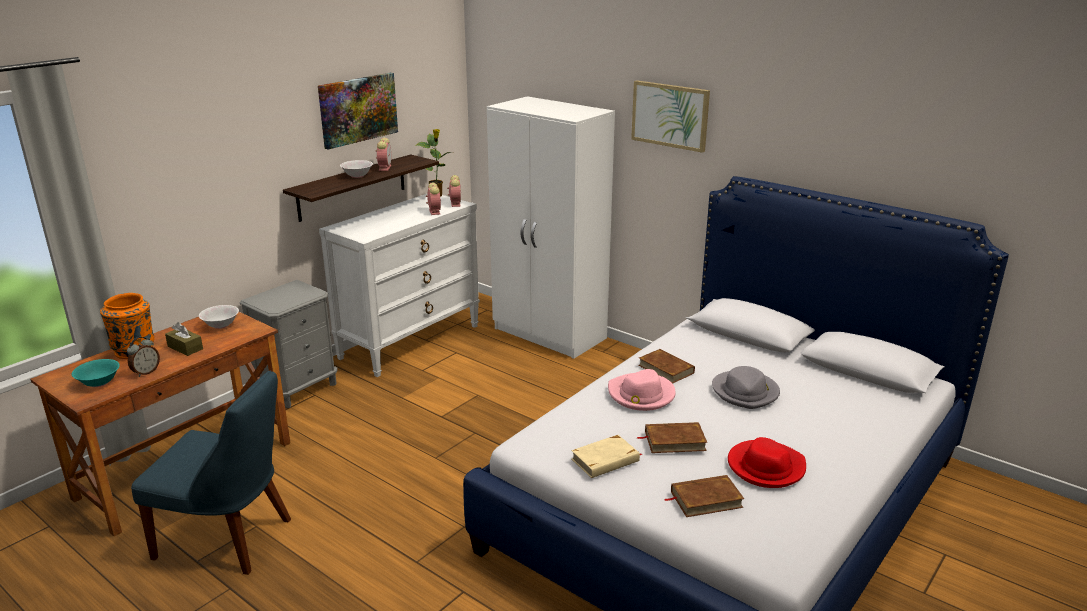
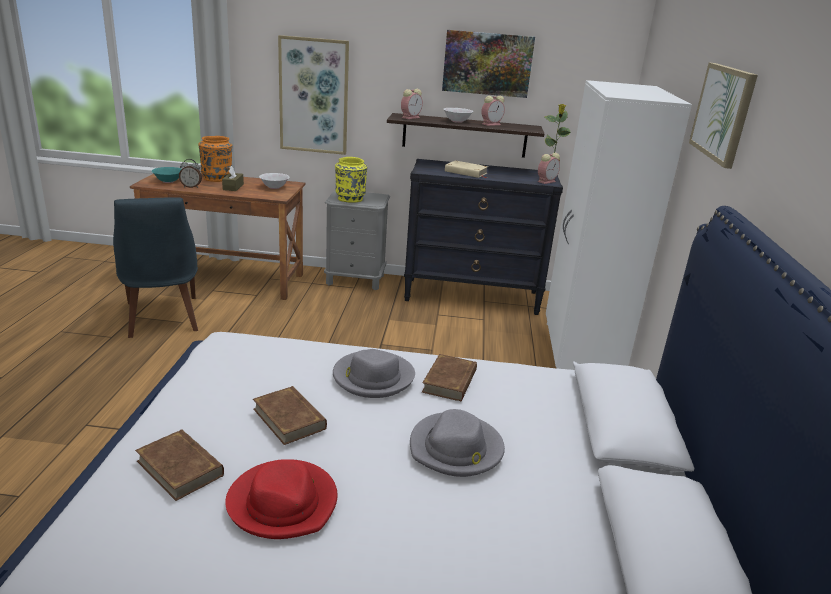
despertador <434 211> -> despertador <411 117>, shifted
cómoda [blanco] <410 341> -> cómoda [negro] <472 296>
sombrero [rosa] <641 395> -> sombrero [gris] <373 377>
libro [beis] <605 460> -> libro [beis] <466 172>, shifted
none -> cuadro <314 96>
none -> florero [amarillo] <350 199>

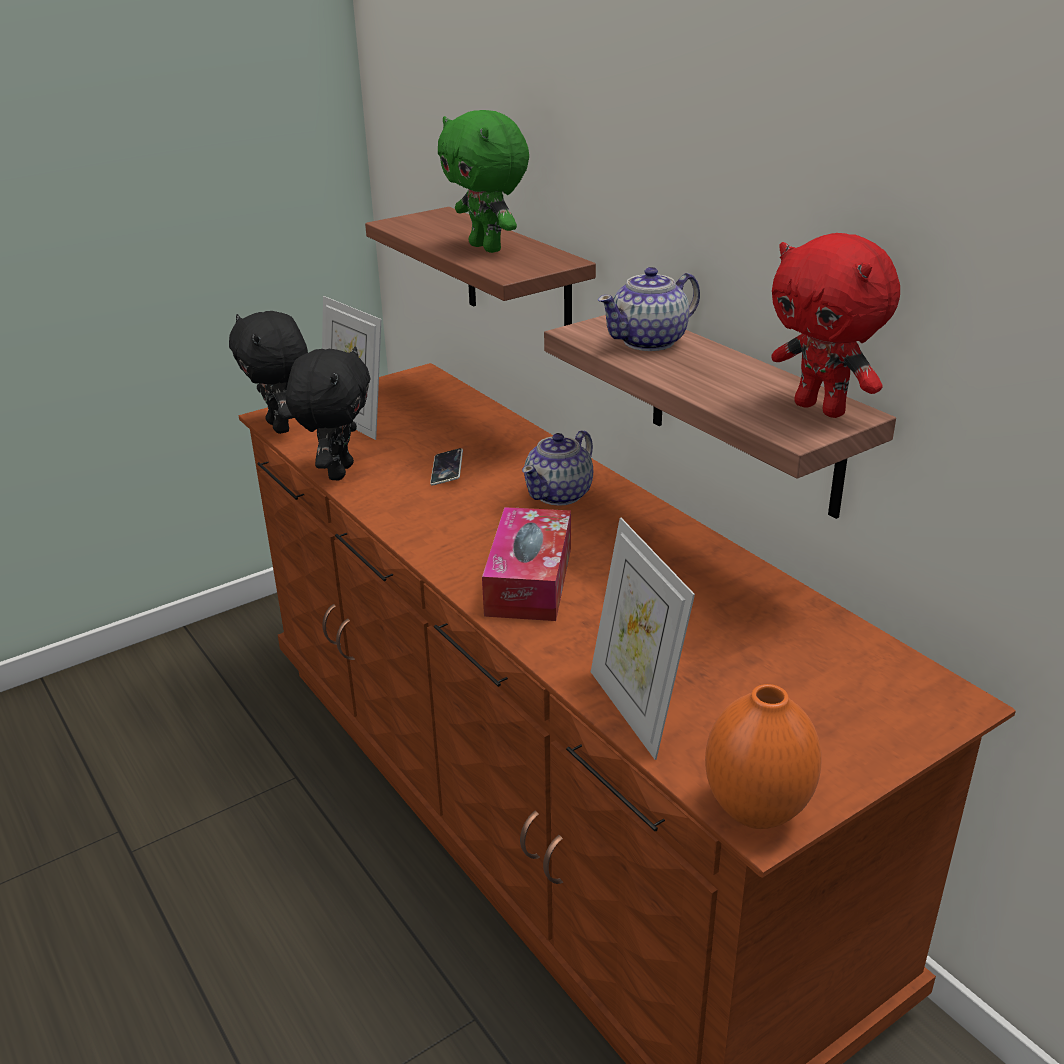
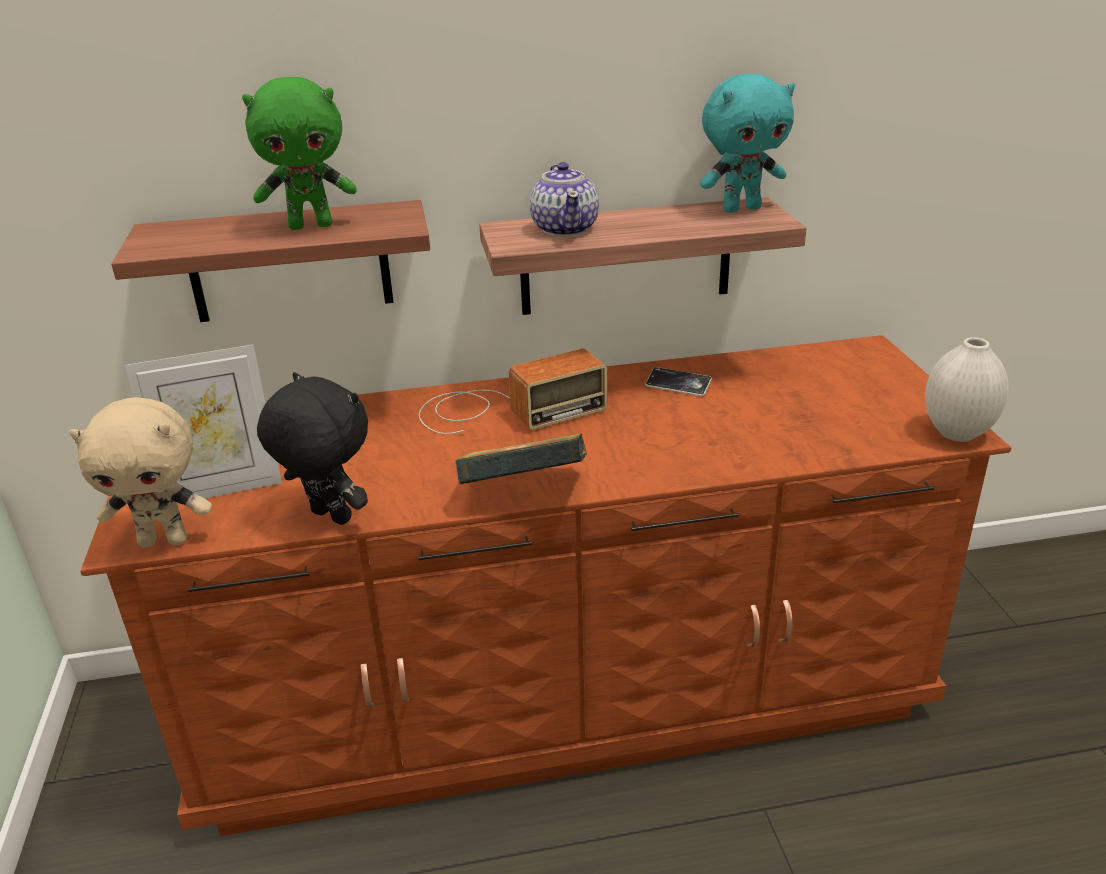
peluche [rojo] <822 409> -> peluche [turquesa] <741 209>
peluche [negro] <281 427> -> peluche [beis] <165 540>
tetera <560 494> -> radio <504 410>
móvil <447 470> -> móvil <678 385>, shifted
caja de pañuelos <529 580> -> none
portarretratos <635 709> -> none
florero [naranja] <757 811> -> florero [blanco] <956 433>
none -> libro <524 492>

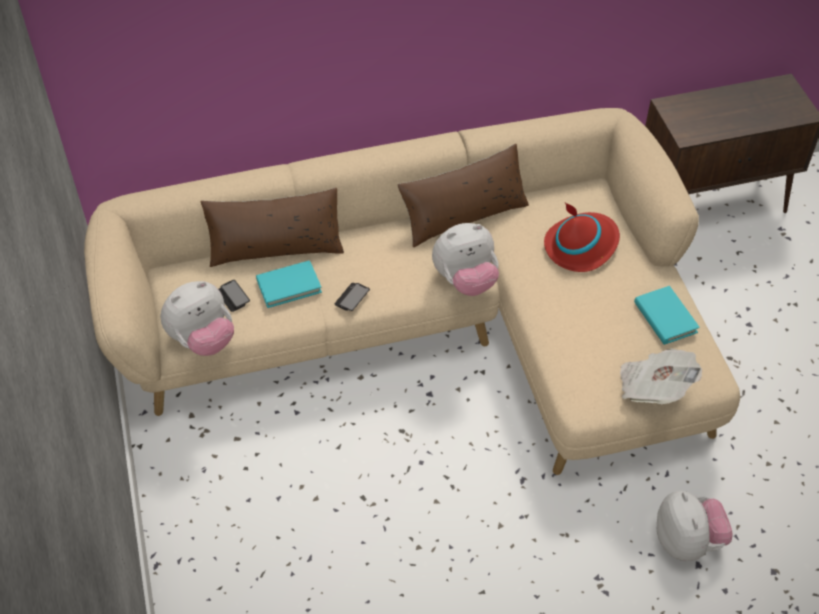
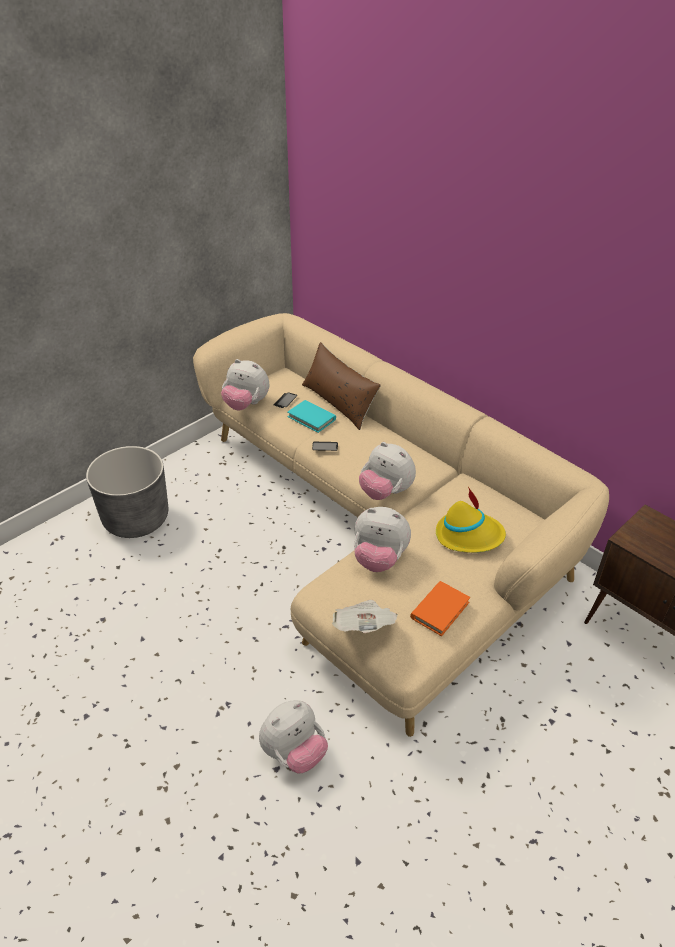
cojín [marrón] <463 215> -> none
sombrero [rojo] <581 245> -> sombrero [amarillo] <469 535>
libro [turquesa] <665 318> -> libro [naranja] <439 610>
none -> maceta [gris] <136 518>
none -> peluche <379 559>

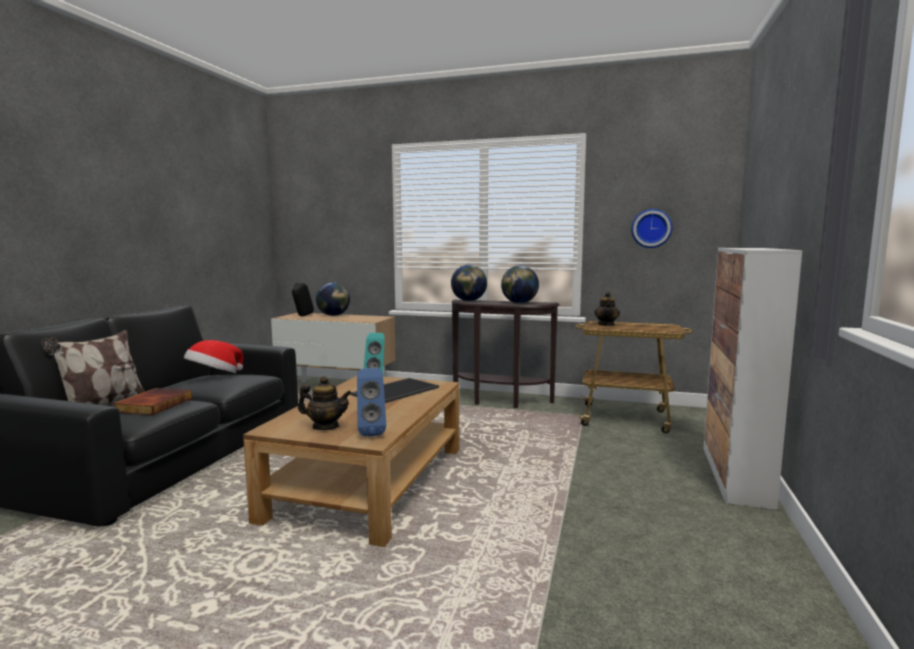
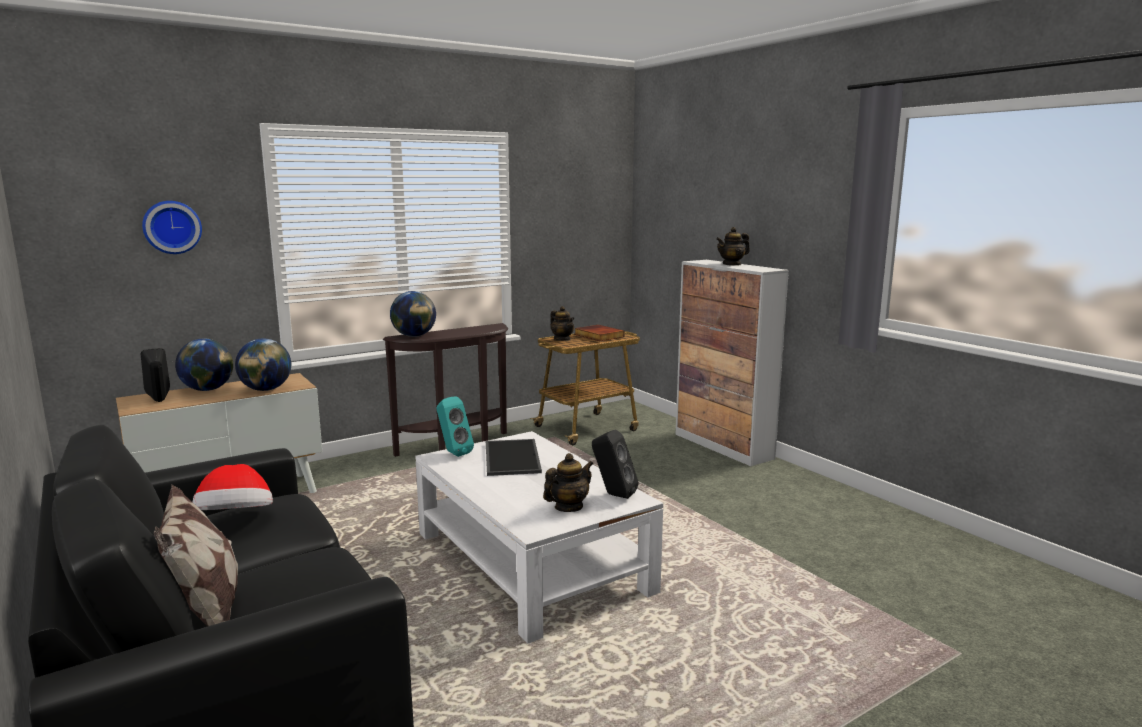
reloj de pared <651 228> -> reloj de pared <172 227>, shifted
globo terráqueo <519 303> -> globo terráqueo <266 390>, shifted
altavoz [azul] <371 432> -> altavoz [negro] <613 495>
mesa de centro [marrón] <370 481> -> mesa de centro [blanco] <530 561>
libro <153 404> -> libro <598 336>, shifted
none -> tetera <732 264>

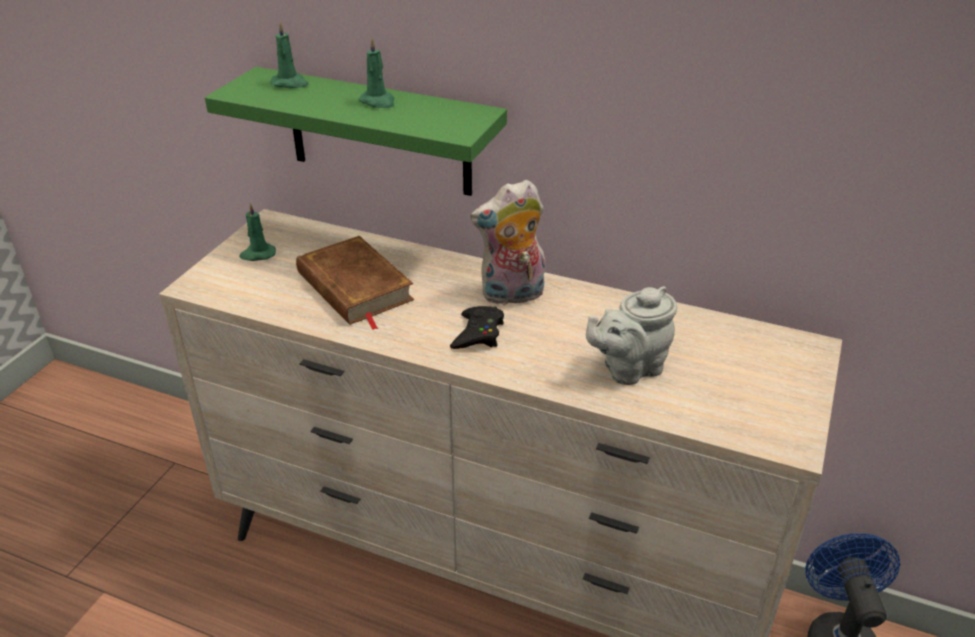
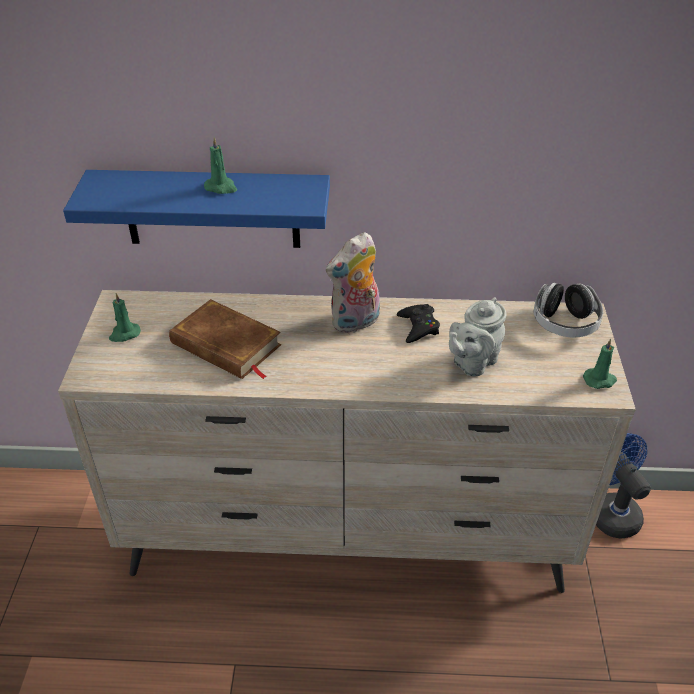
vela [verde] <290 83> -> vela [verde] <600 380>, shifted
estante [verde] <379 132> -> estante [azul] <211 209>
mando de consola [negro] <478 334> -> mando de consola [negro] <418 327>, shifted
none -> auriculares <564 324>

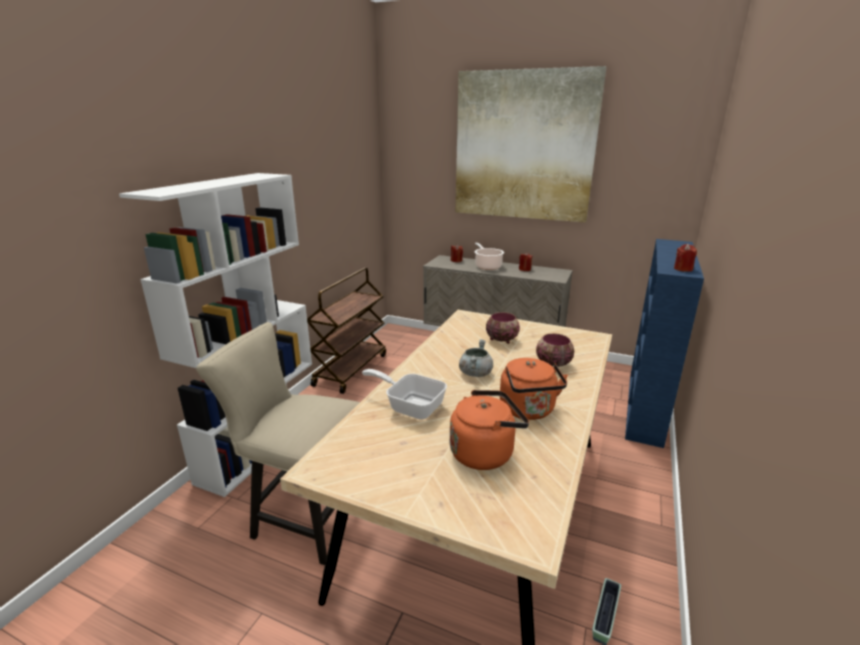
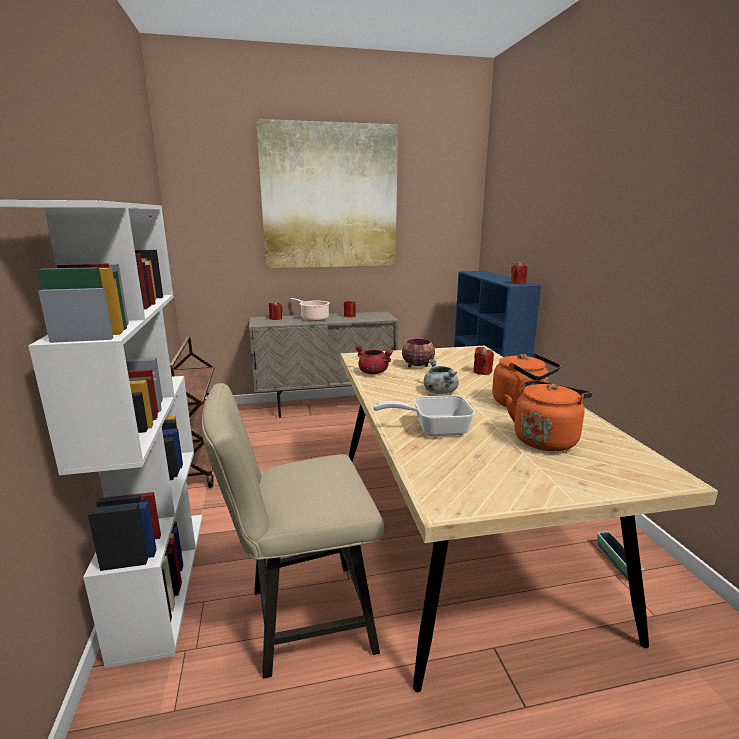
cuenco <552 364> -> vela [rojo] <482 372>
none -> olla [rojo] <372 372>

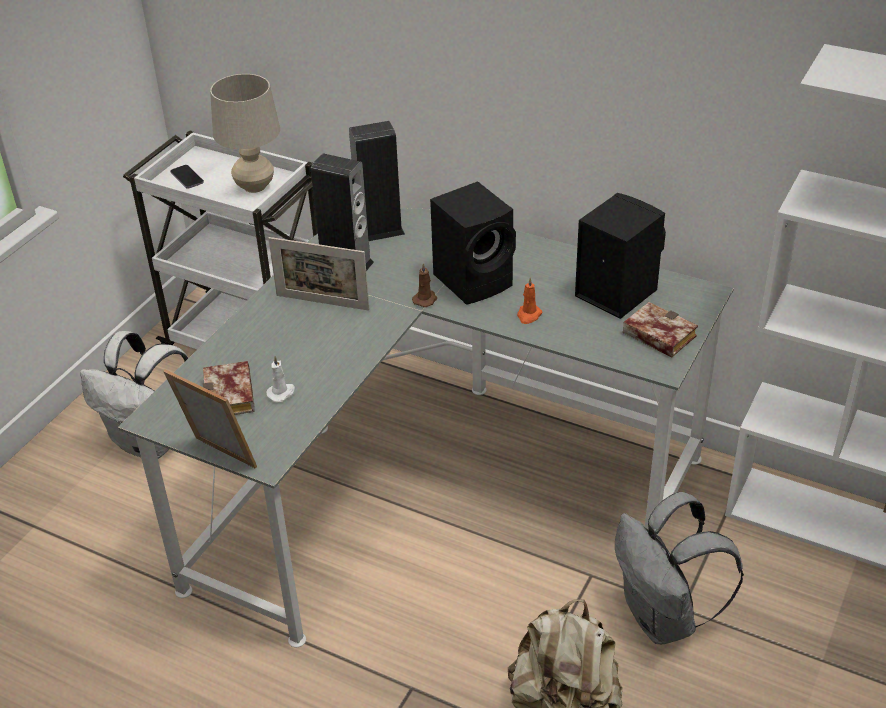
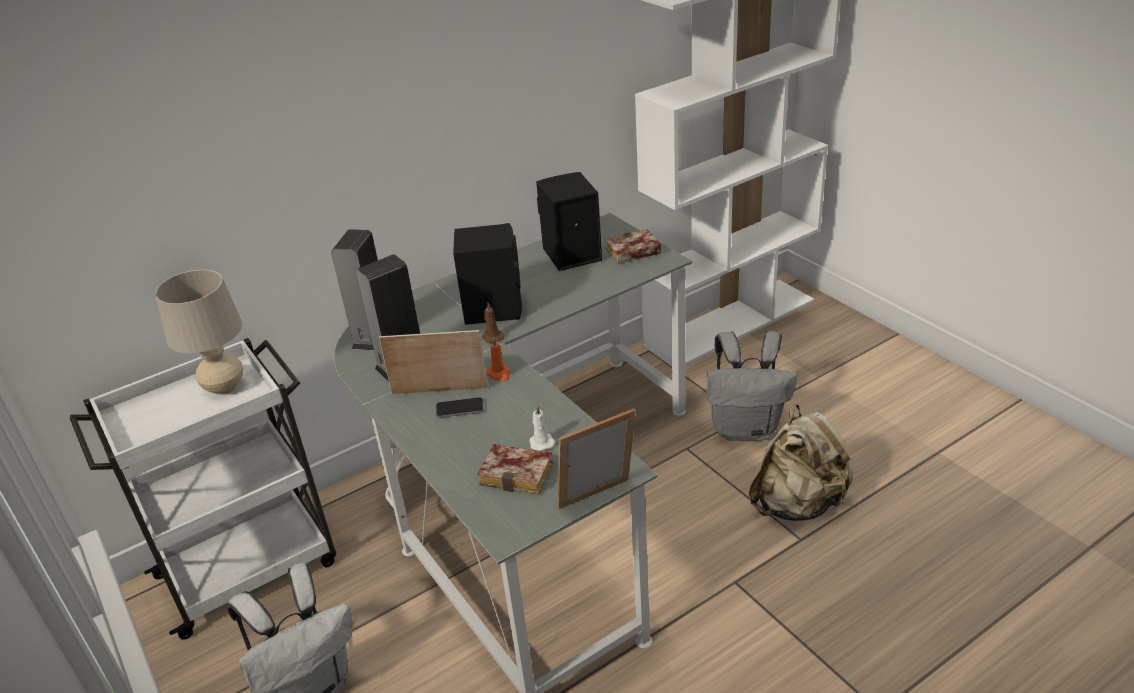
móvil <187 178> -> móvil <460 409>, shifted
portarretratos <322 302> -> portarretratos <439 391>, 135 degrees counterclockwise
vela [naranja] <528 315> -> vela [naranja] <499 374>, shifted

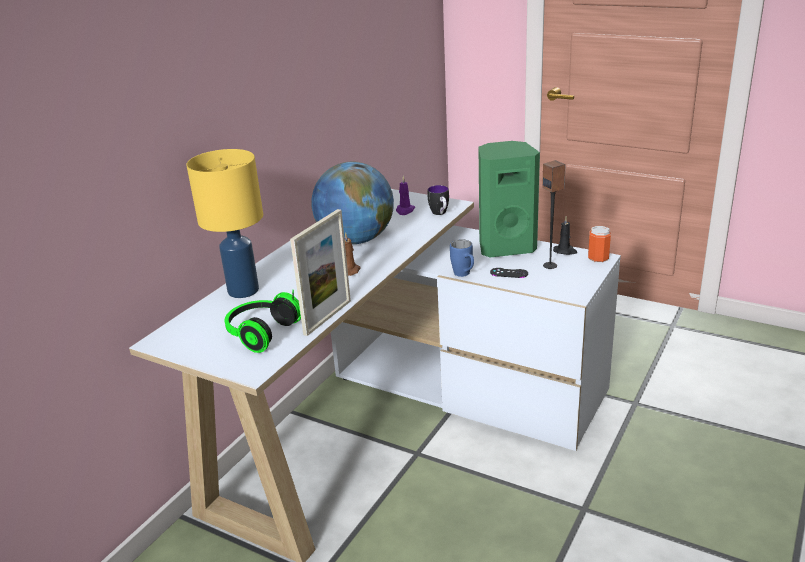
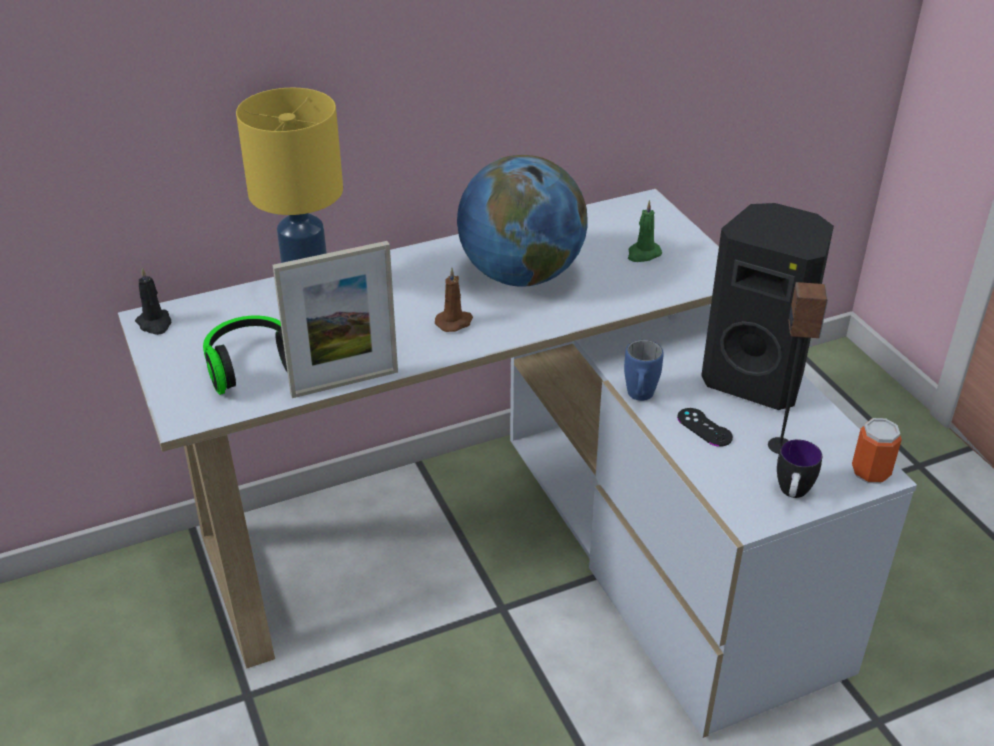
altavoz [verde] <505 247> -> altavoz [negro] <756 379>
vela [morado] <405 210> -> vela [verde] <643 254>
taza grande <440 214> -> taza grande <792 494>, shifted
vela [negro] <565 251> -> vela [negro] <155 324>, shifted

